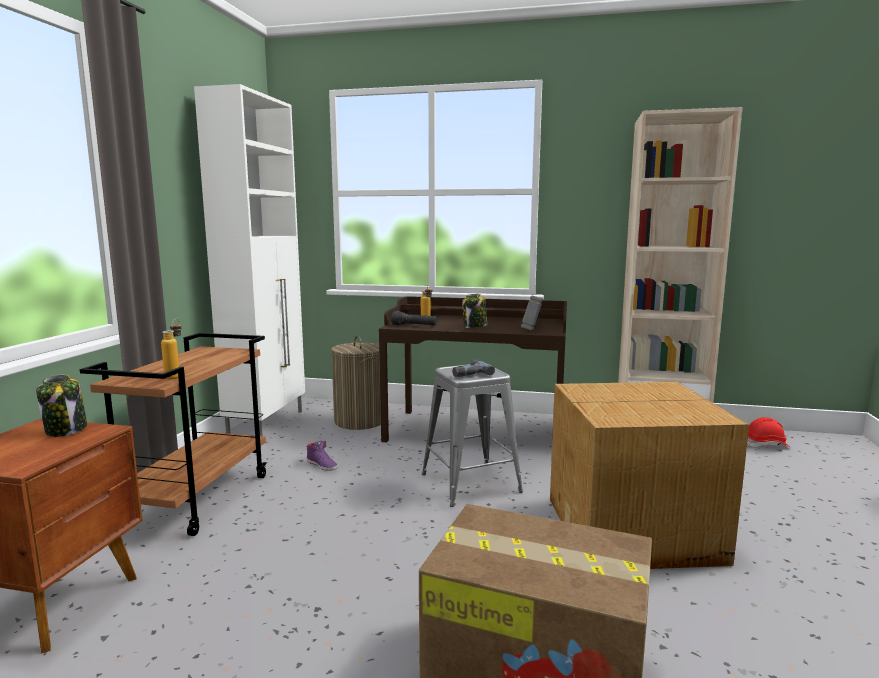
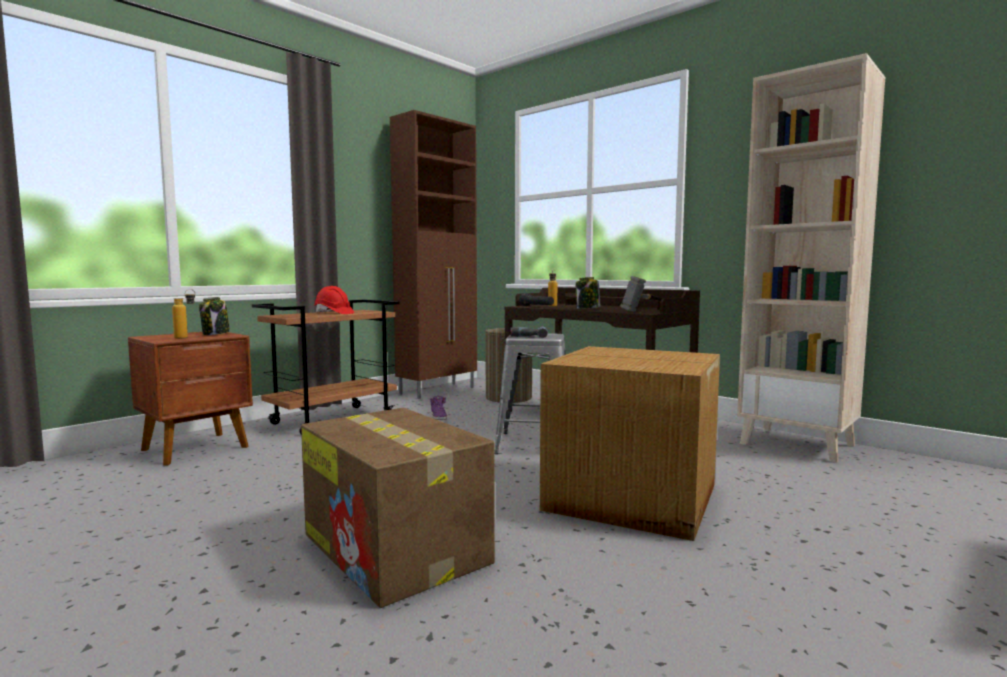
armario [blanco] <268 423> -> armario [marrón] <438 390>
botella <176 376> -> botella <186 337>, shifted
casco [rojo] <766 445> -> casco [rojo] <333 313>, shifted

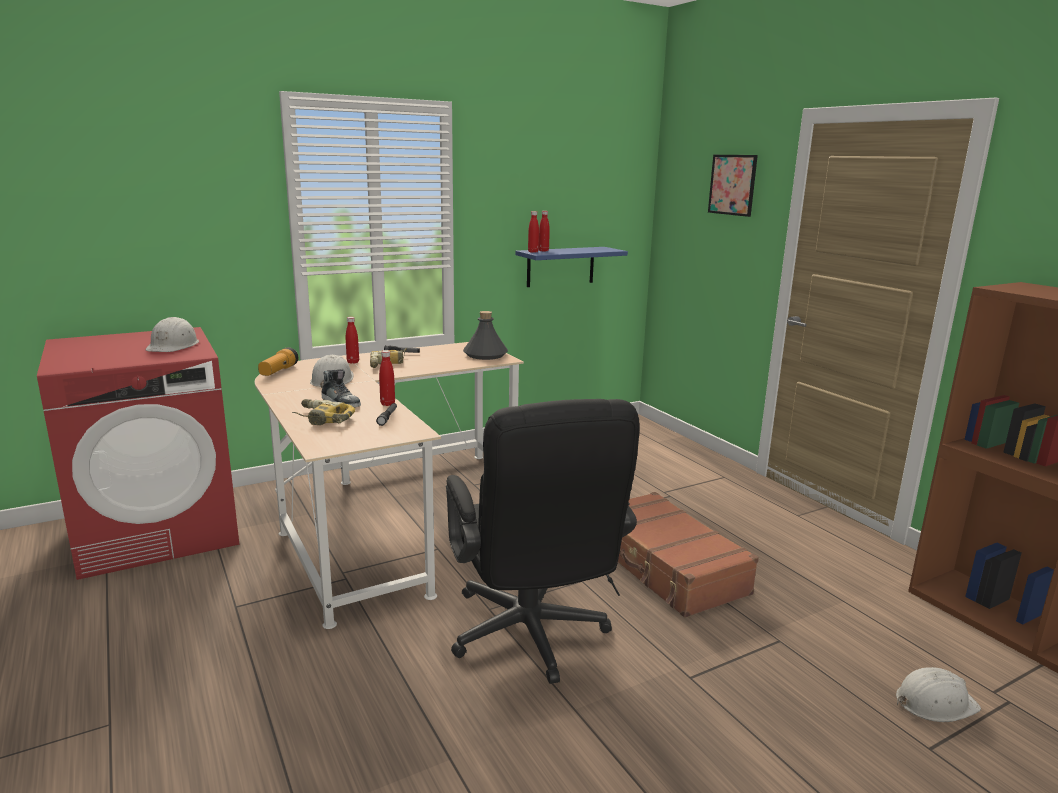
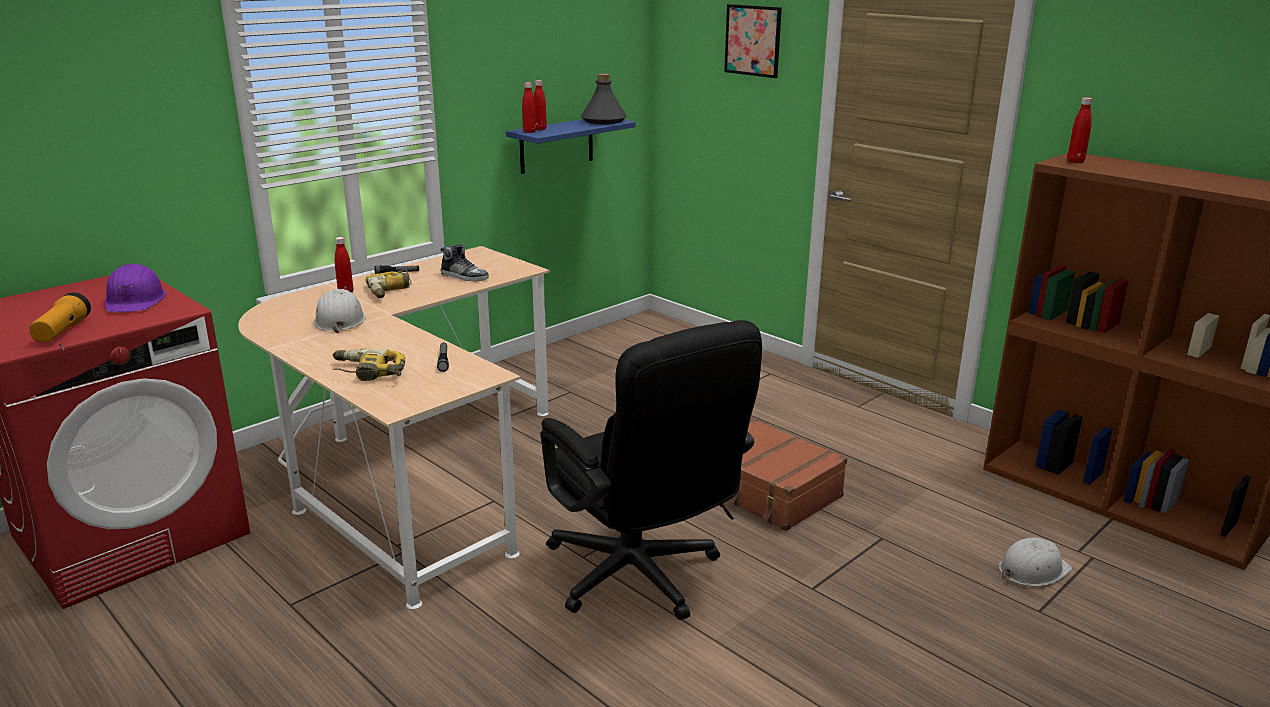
botella [gris] <485 355> -> botella [gris] <604 121>, shifted
casco [blanco] <173 345> -> casco [morado] <135 300>
linterna <278 371> -> linterna <62 331>, shifted
botella [rojo] <387 404> -> botella [rojo] <1075 161>, shifted
zapato <340 402> -> zapato <464 276>, shifted

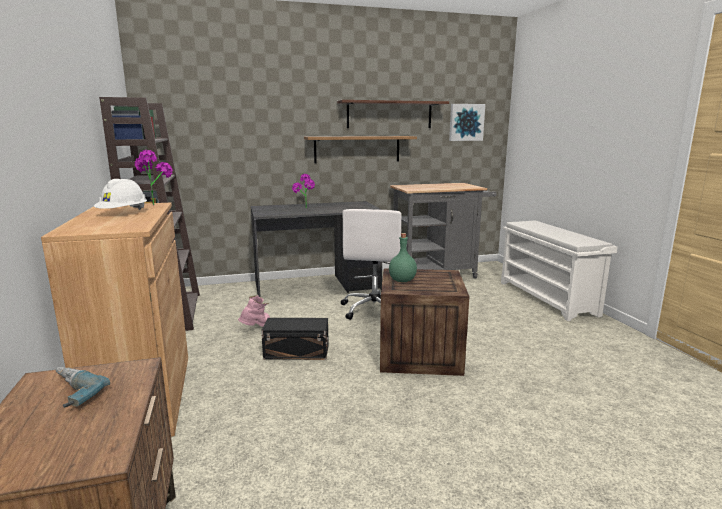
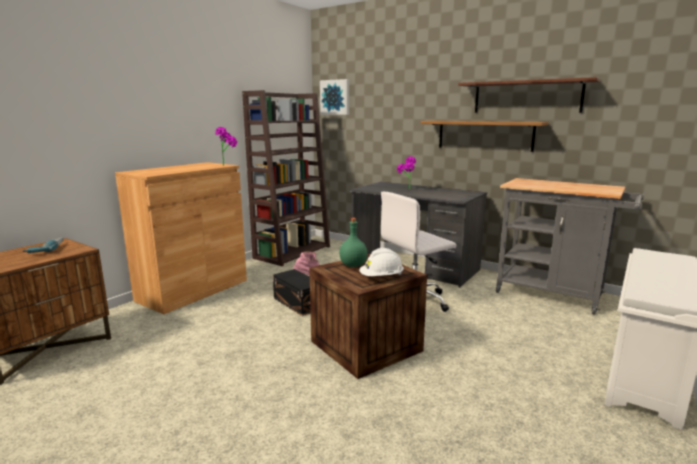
cuadro <466 122> -> cuadro <335 97>, shifted
casco [blanco] <123 213> -> casco [blanco] <381 278>, shifted

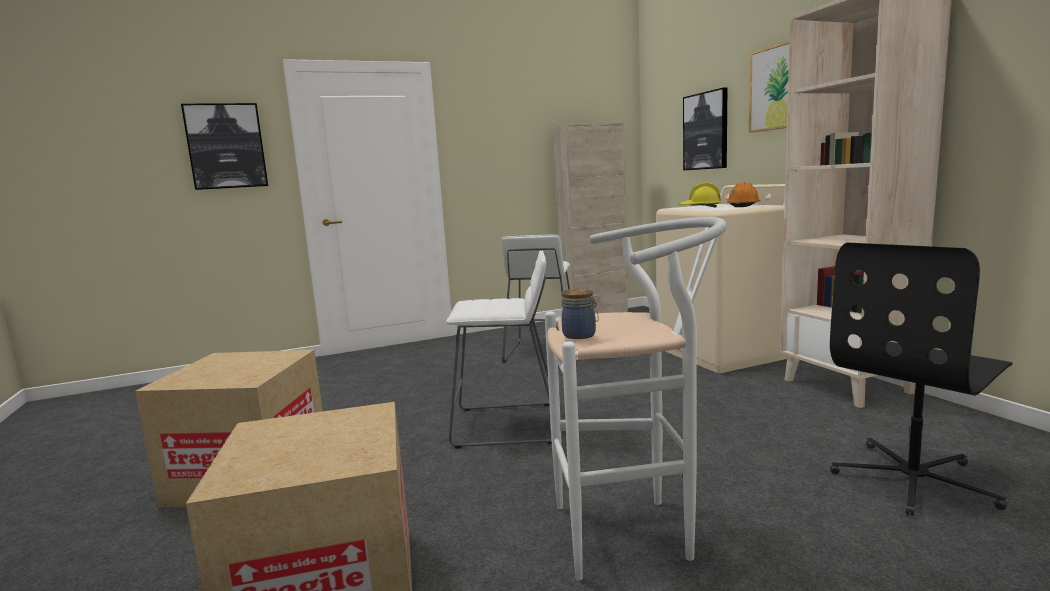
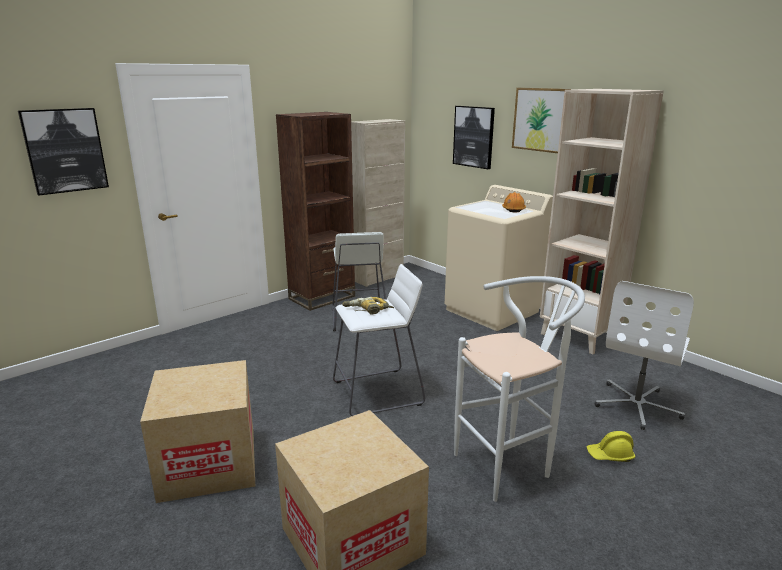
casco [amarillo] <700 207> -> casco [amarillo] <610 455>, shifted
silla de oficina [negro] <914 480> -> silla de oficina [blanco] <637 405>
tarro <580 335> -> none
none -> estantería [marrón] <322 297>
none -> taladro <367 310>

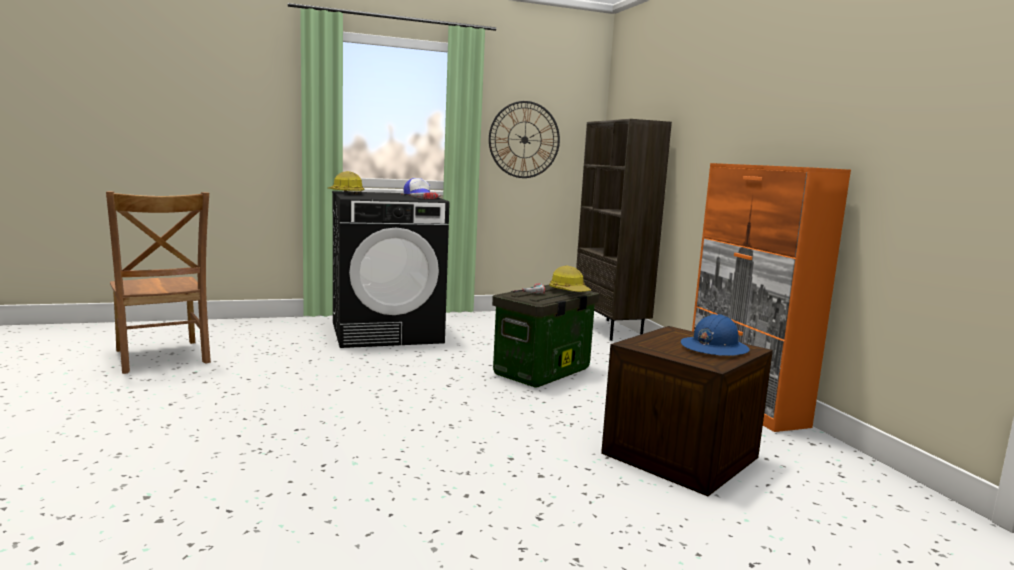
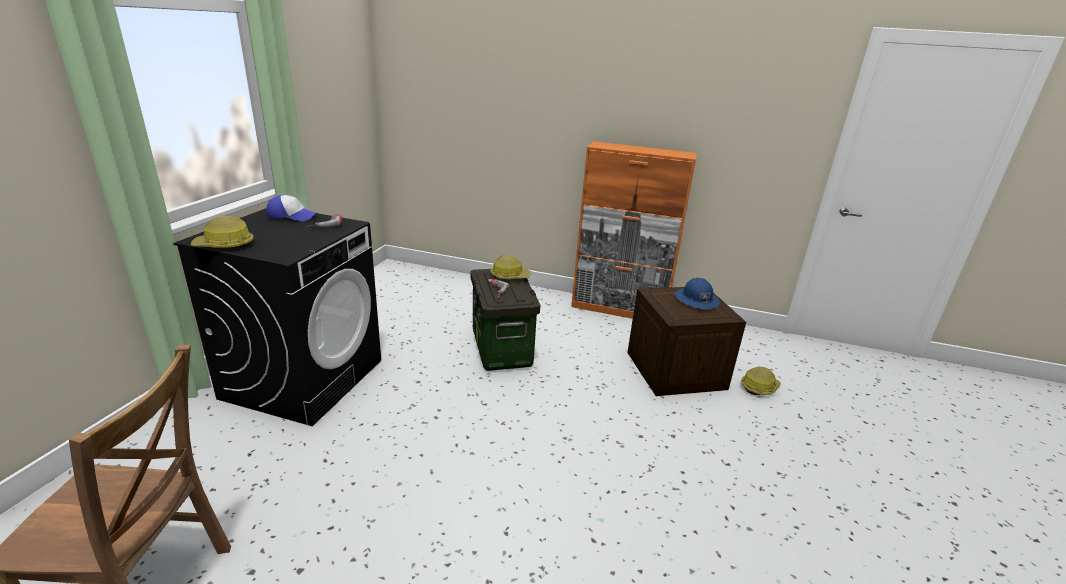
reloj de pared <524 140> -> none
estantería [marrón] <610 330> -> none
none -> casco <759 387>

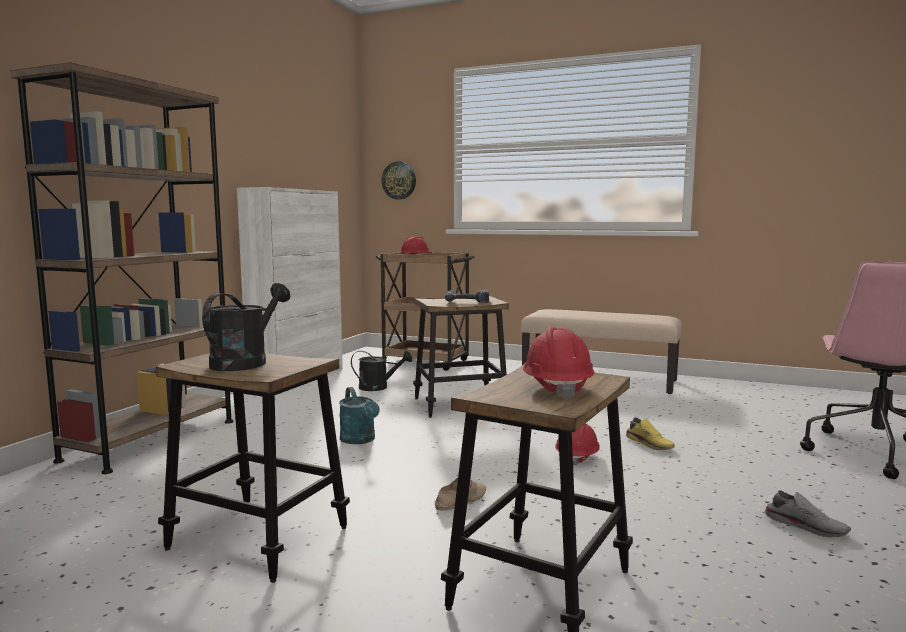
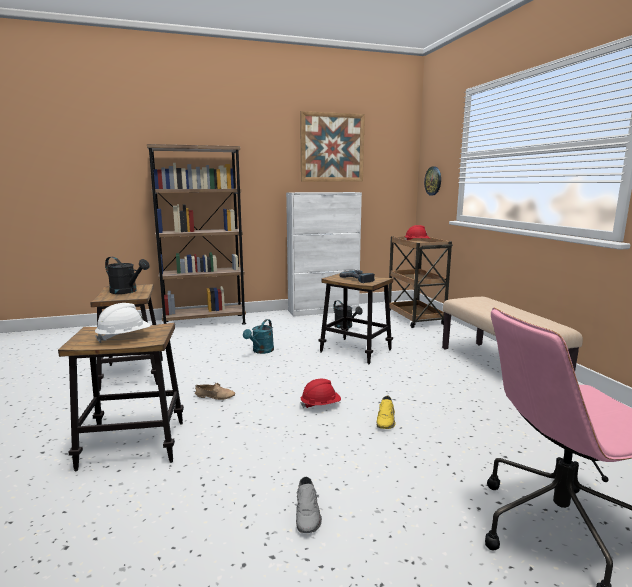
regadera [negro] <245 362> -> regadera [negro] <127 291>, 45 degrees clockwise
casco [rojo] <556 388> -> casco [blanco] <124 337>
none -> cuadro <332 147>

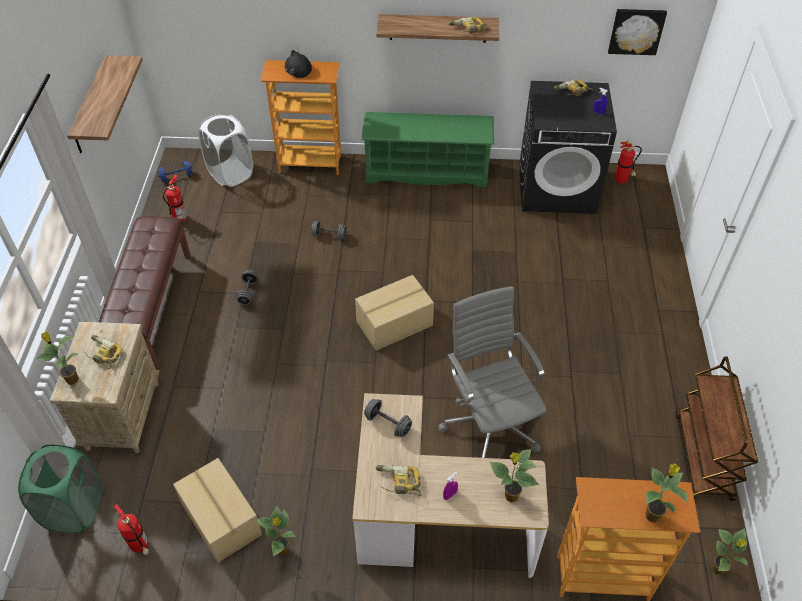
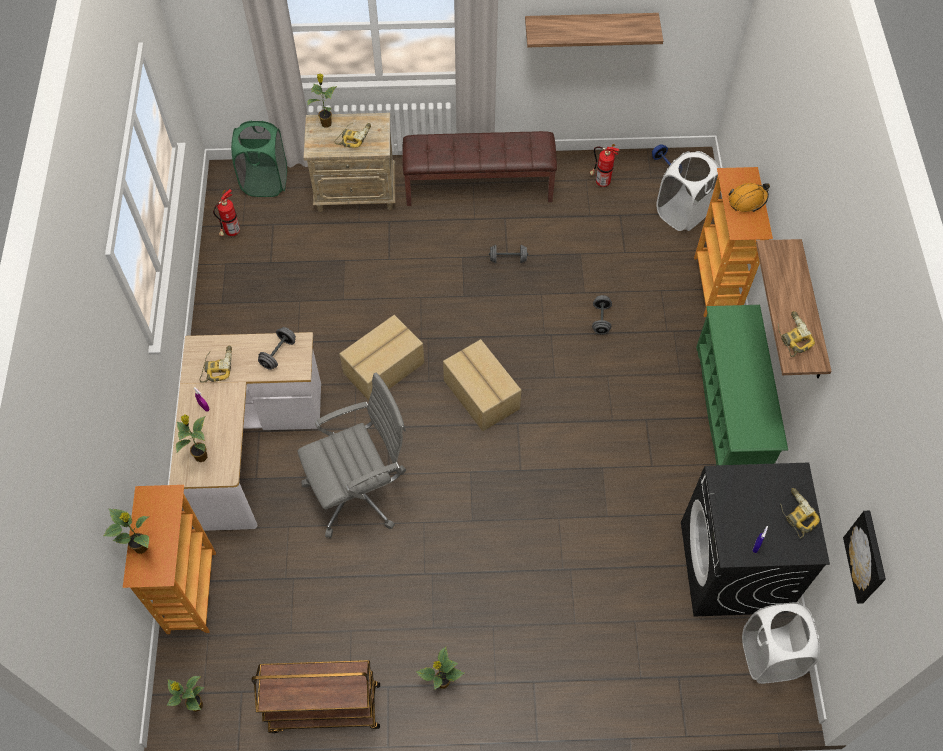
casco [negro] <298 69> -> casco [naranja] <747 200>
extintor <622 180> -> cesto de la ropa [blanco] <769 656>
caja de cartón <220 520> -> caja de cartón <383 367>, shifted
planta en maceta <282 550> -> planta en maceta <442 683>, shifted

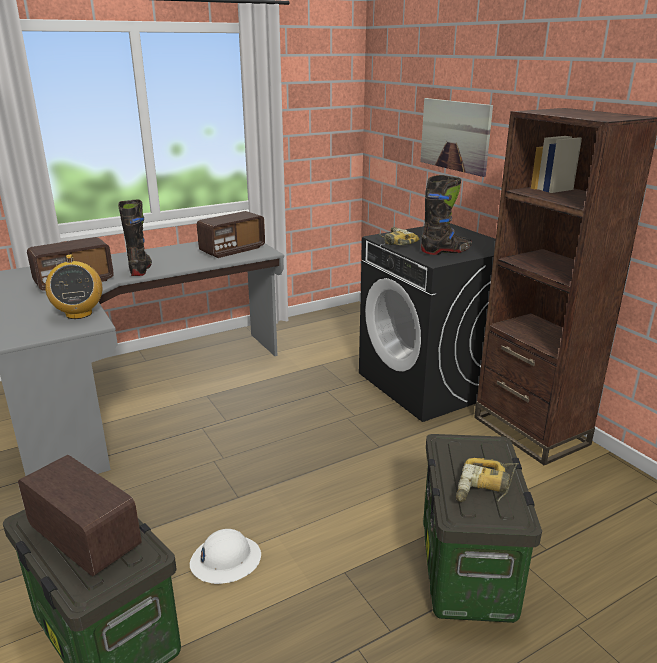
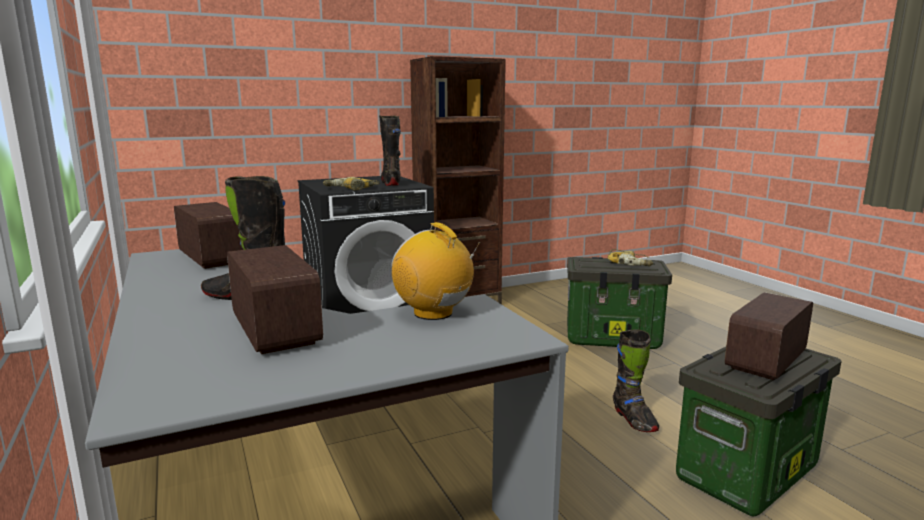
cuadro <455 135> -> none
radio <79 314> -> radio <434 313>, 120 degrees counterclockwise
casco [blanco] <225 560> -> bota [negro] <634 420>

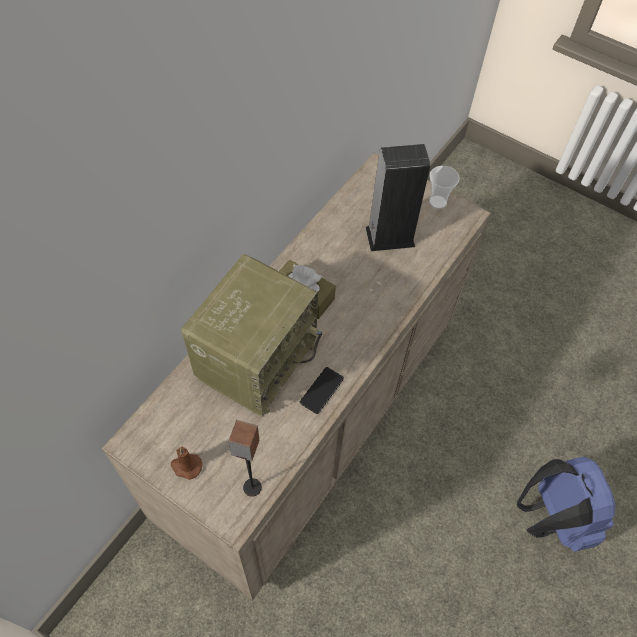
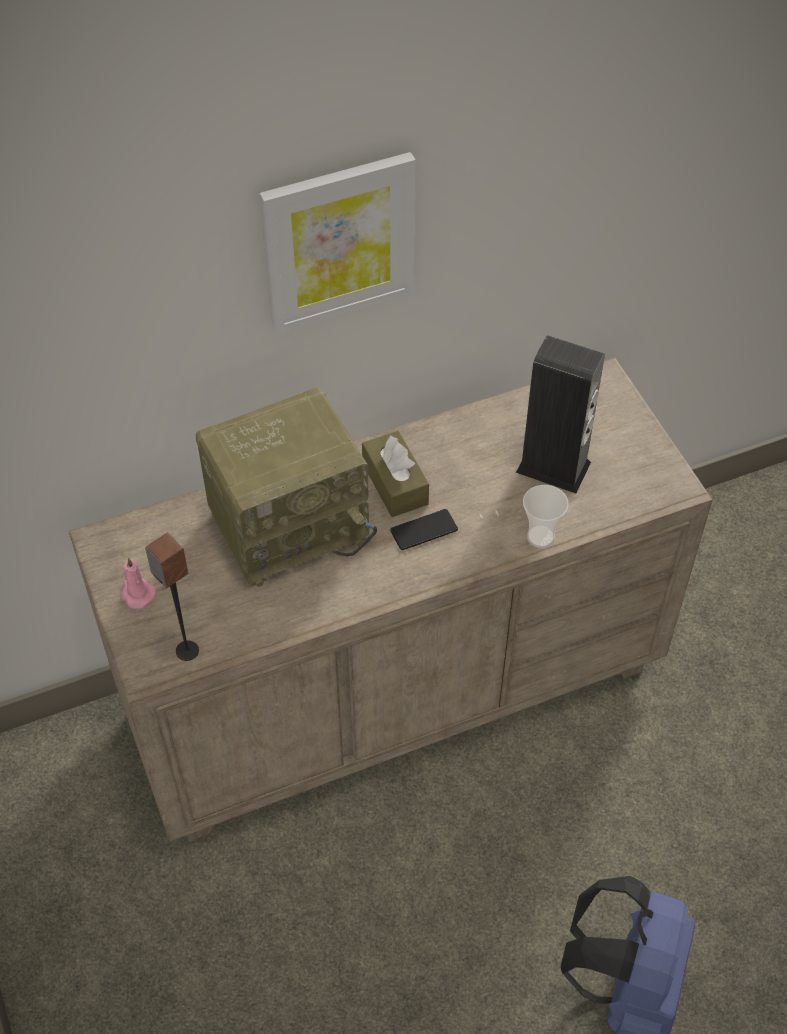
taza <437 202> -> taza <540 536>, shifted
móvil <321 390> -> móvil <424 530>, shifted
vela [marrón] <186 466> -> vela [rosa] <136 593>
none -> cuadro <338 241>

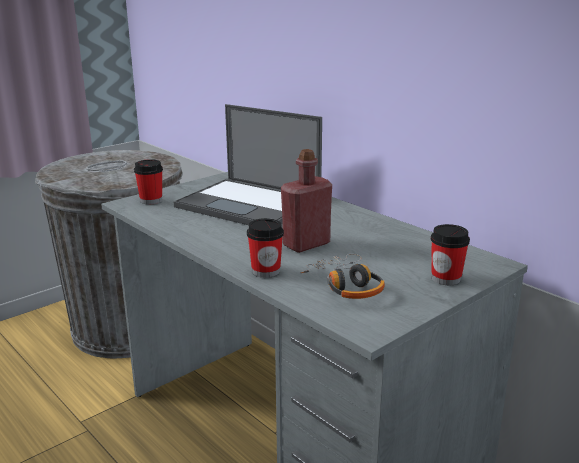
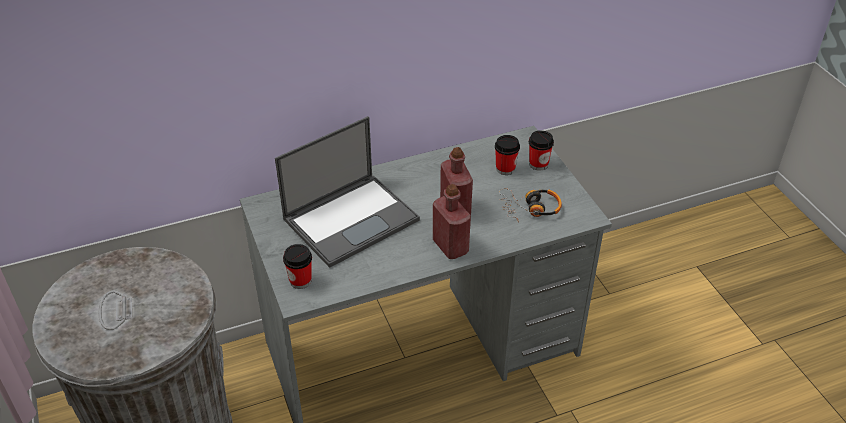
taza <266 271> -> taza <505 169>, shifted
none -> botella [rojo] <450 246>

